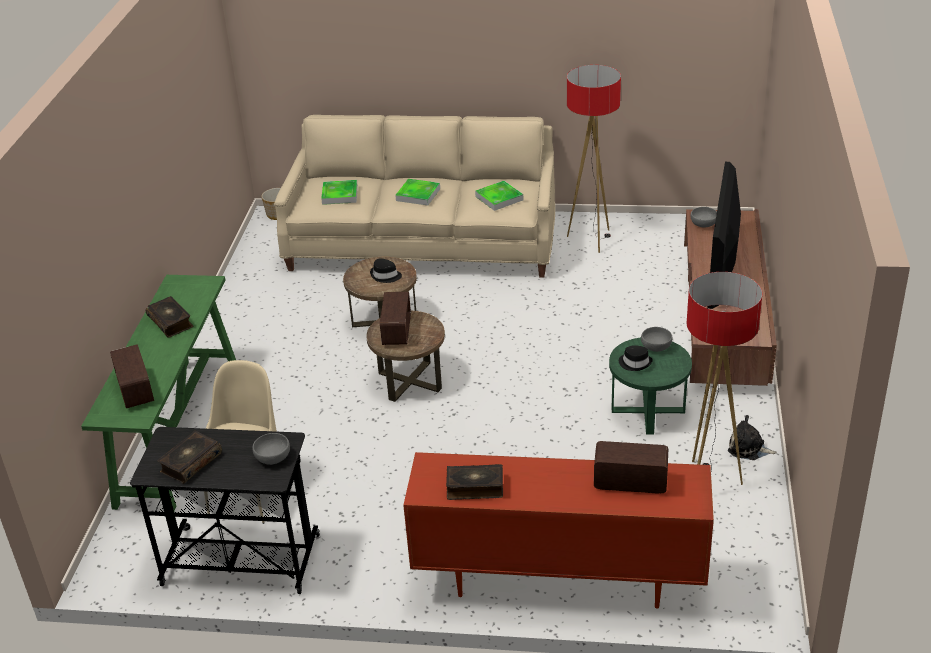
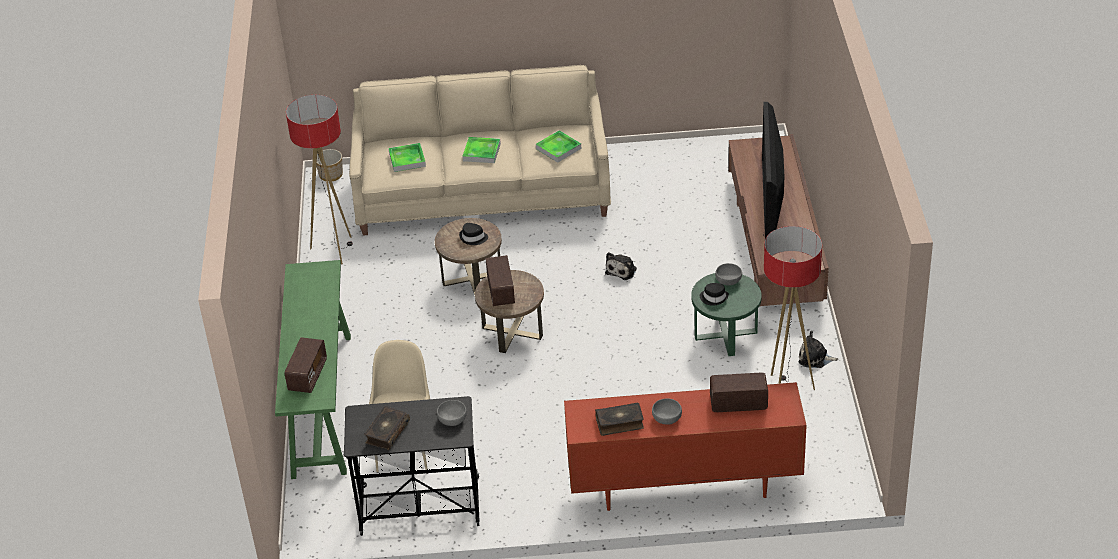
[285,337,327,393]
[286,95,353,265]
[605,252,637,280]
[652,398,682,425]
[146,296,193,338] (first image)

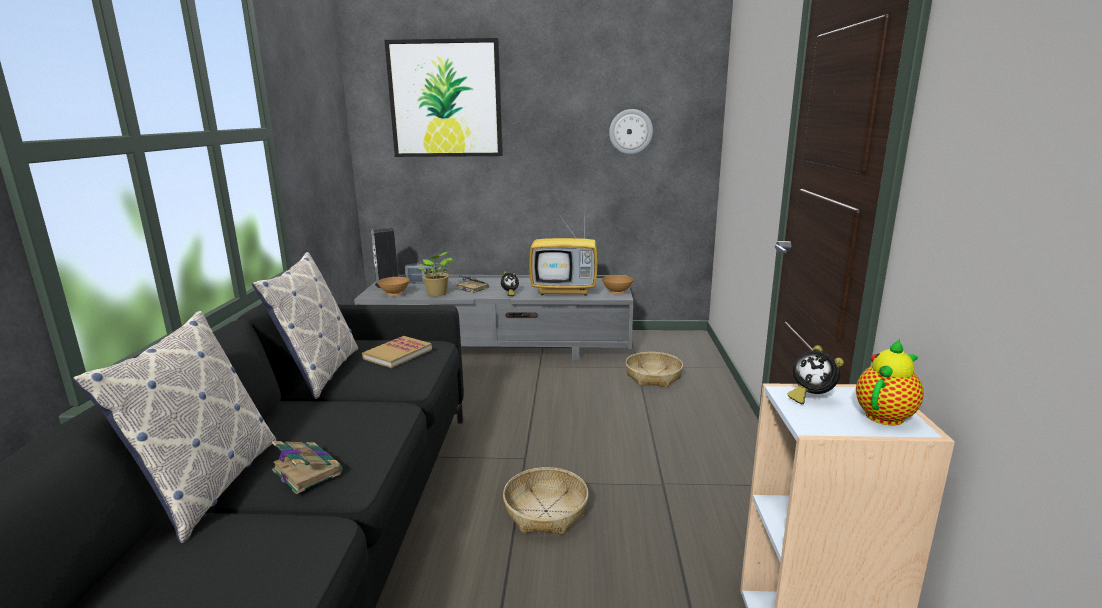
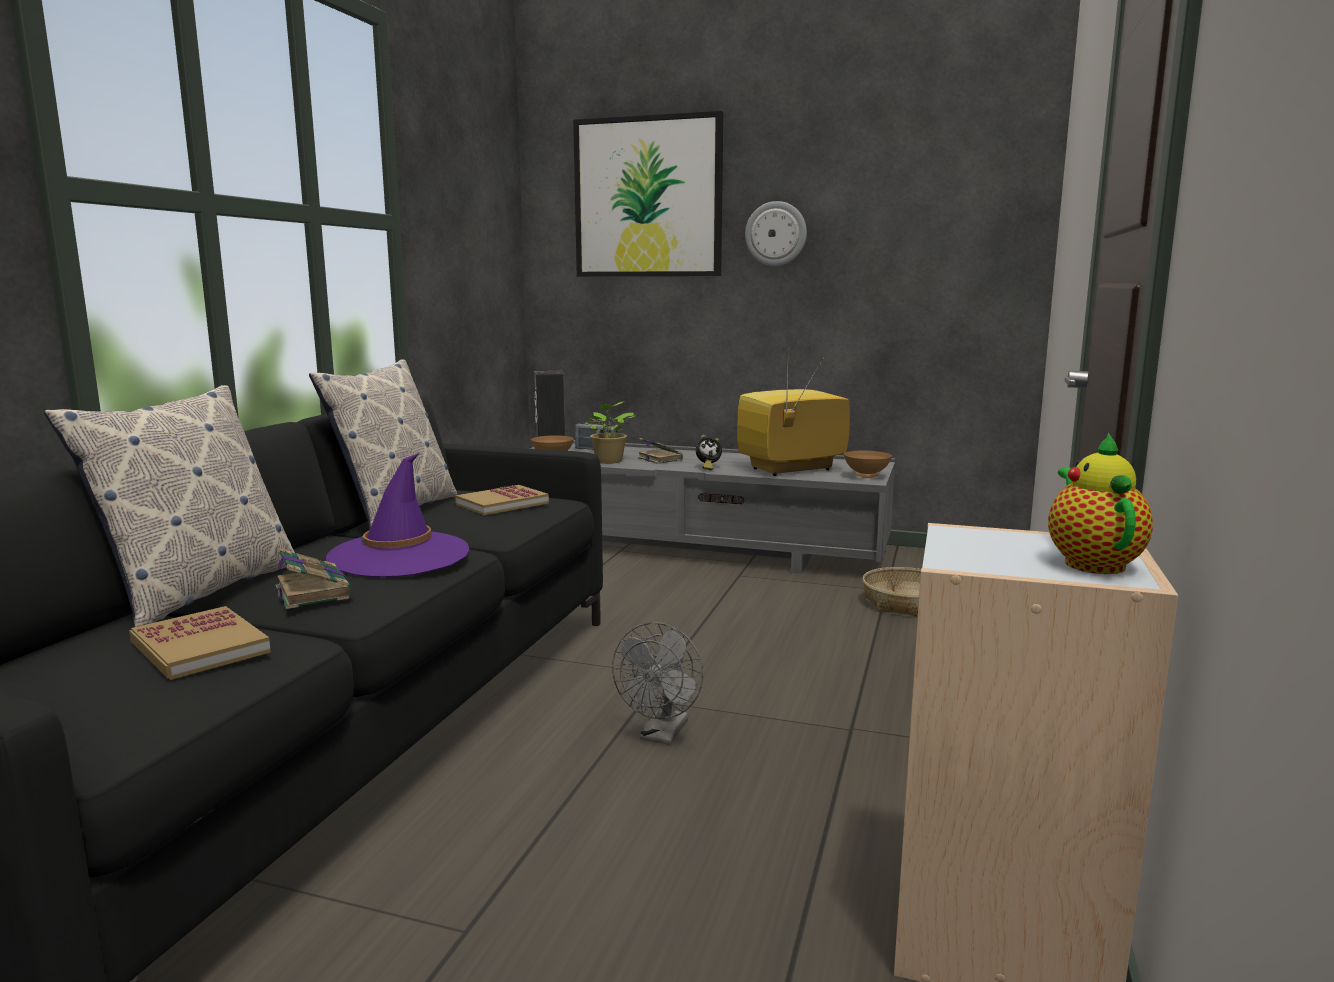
[129,606,271,680]
[326,453,469,577]
[612,622,704,745]
[737,344,850,476]
[745,201,807,266]
[1048,432,1153,574]
[788,345,844,404] (first image)

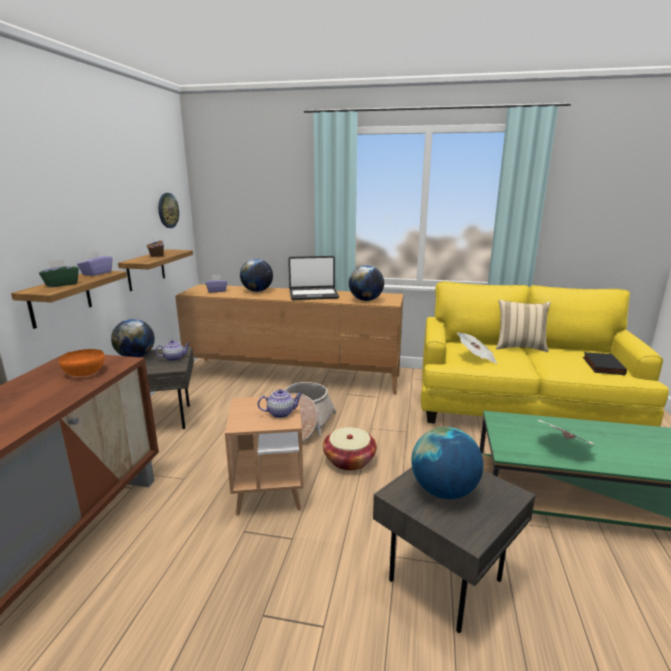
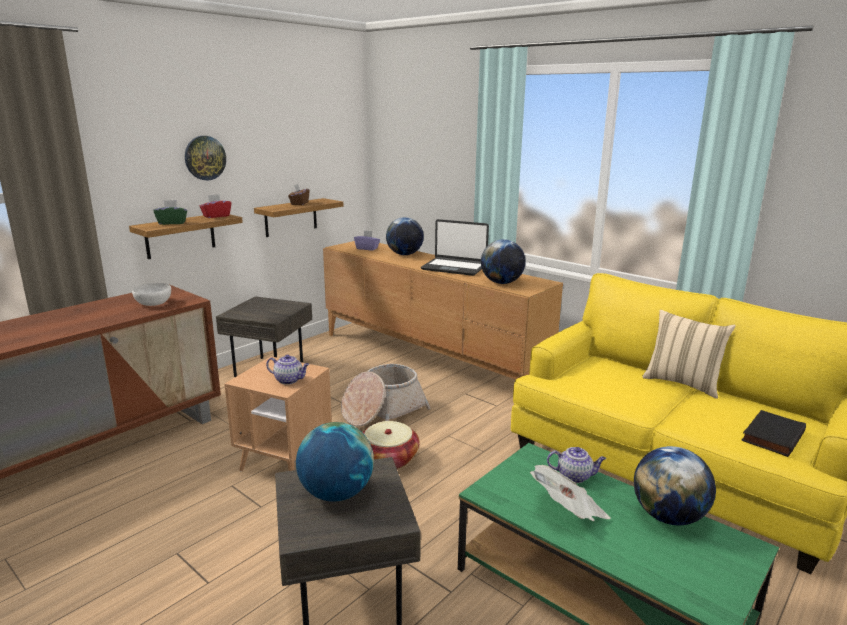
[132,283,171,306]
[185,136,226,181]
[200,194,231,218]
[547,447,606,483]
[634,446,716,525]
[457,332,497,363] (first image)

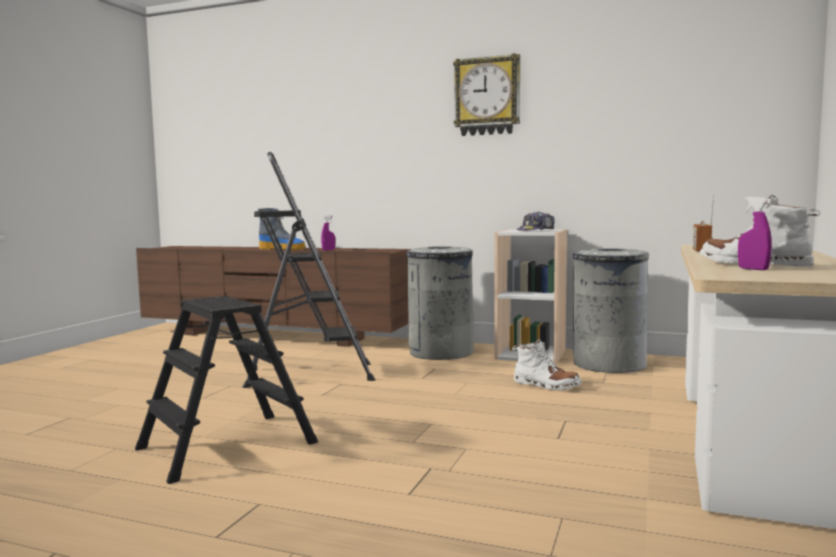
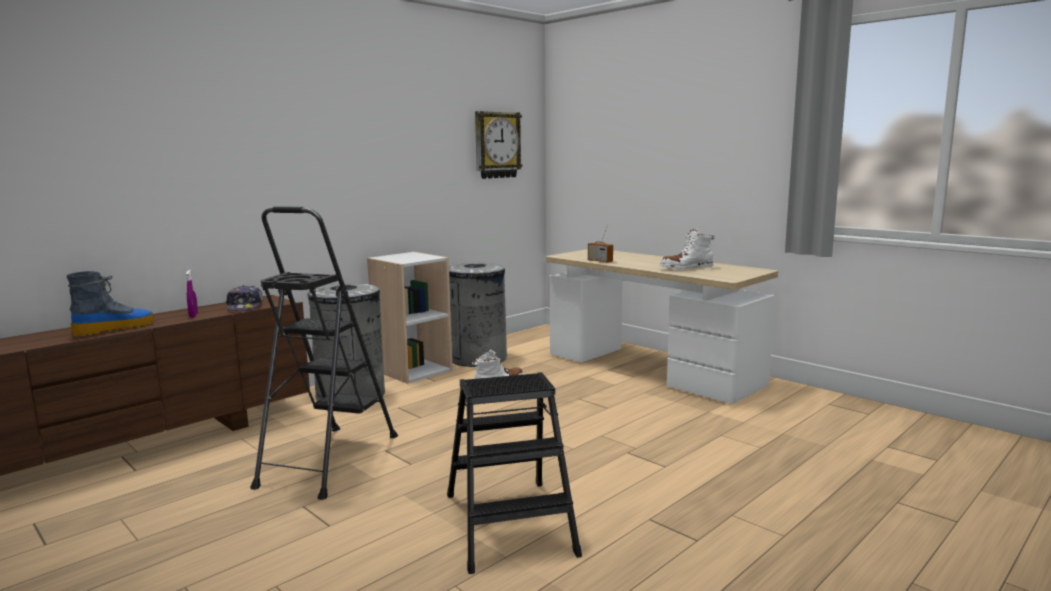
[226,285,263,311]
[475,111,523,179]
[738,197,772,270] (first image)

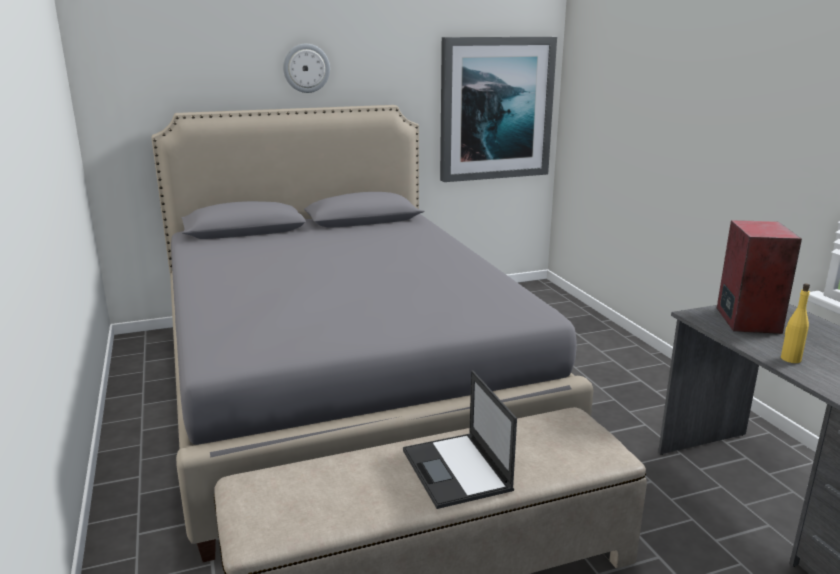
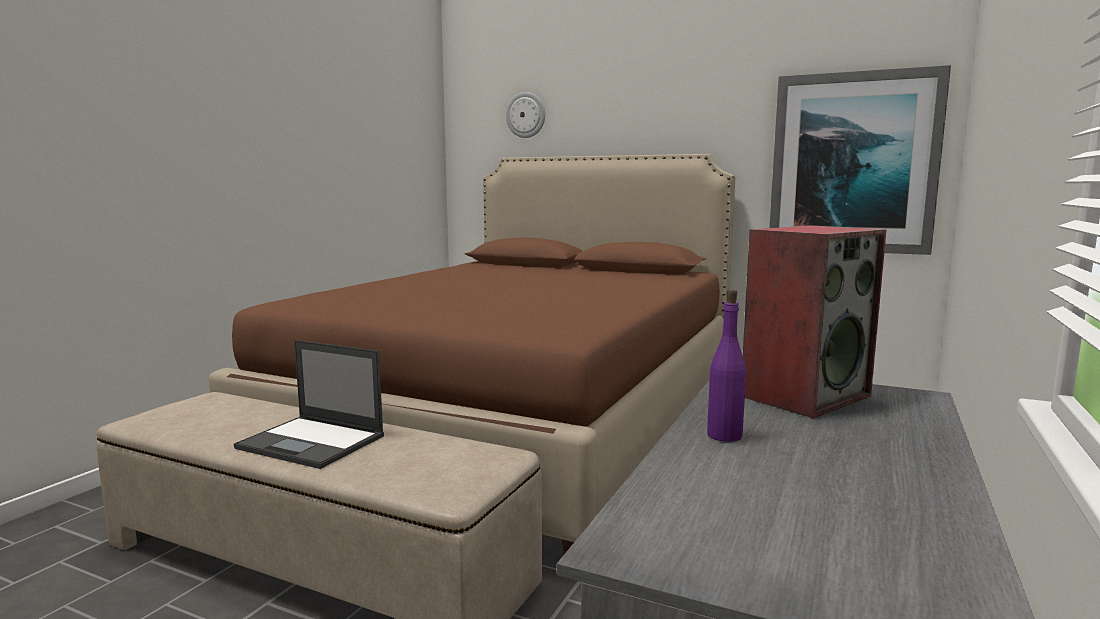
[209,154,735,554]
[234,340,384,469]
[506,92,545,138]
[707,290,746,442]

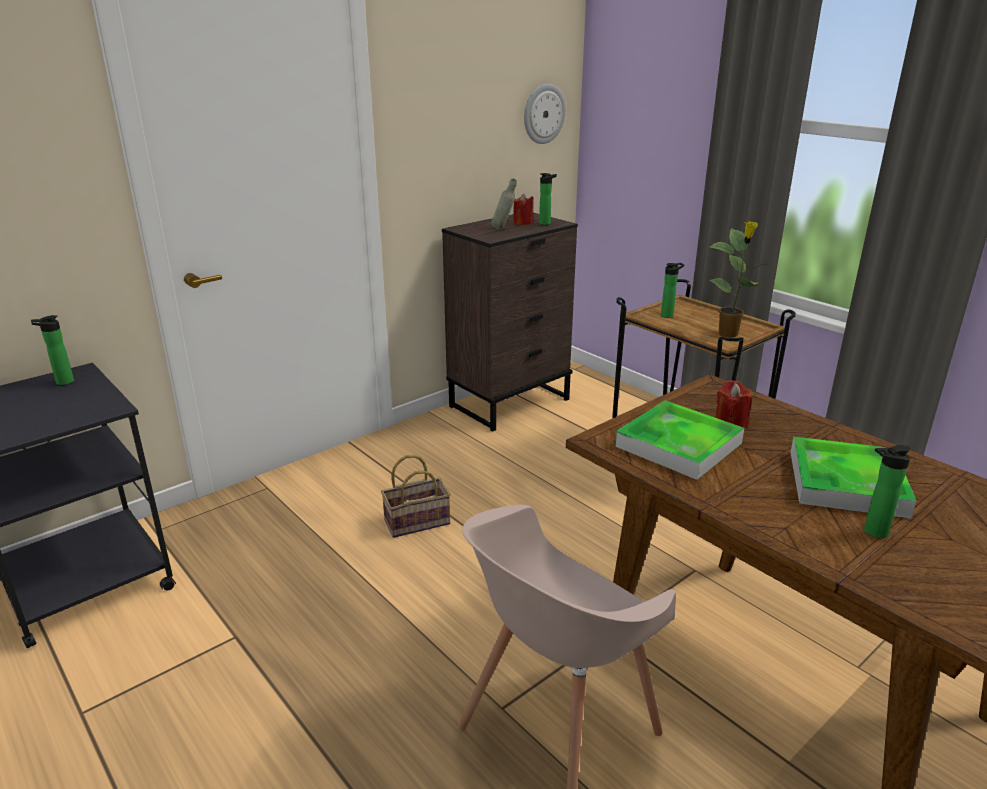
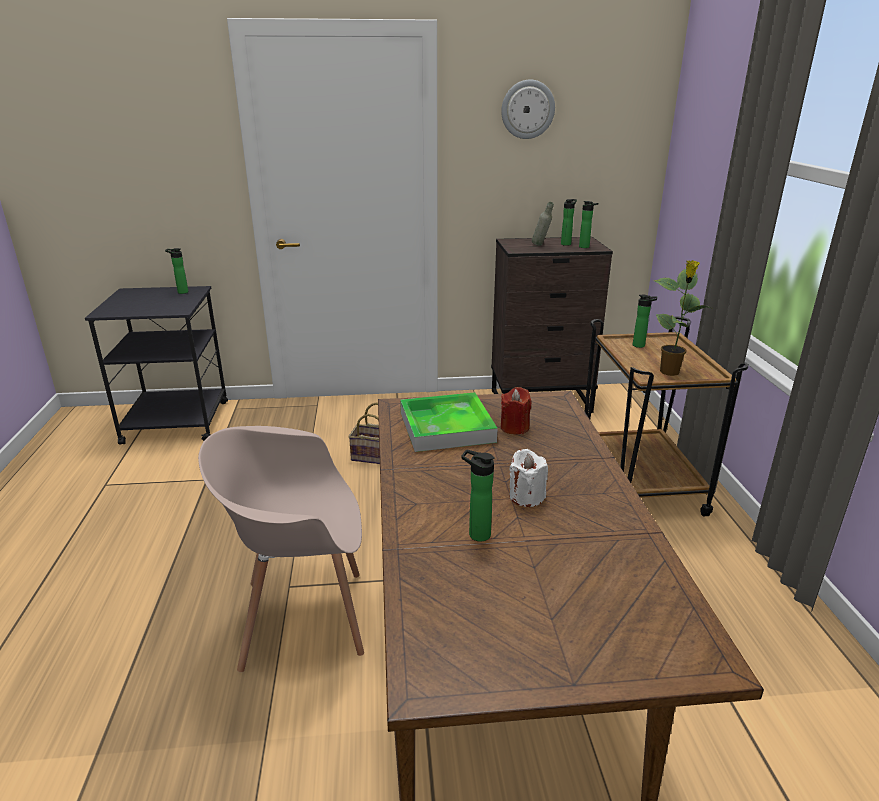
[501,80,555,139]
[509,449,548,507]
[561,199,577,246]

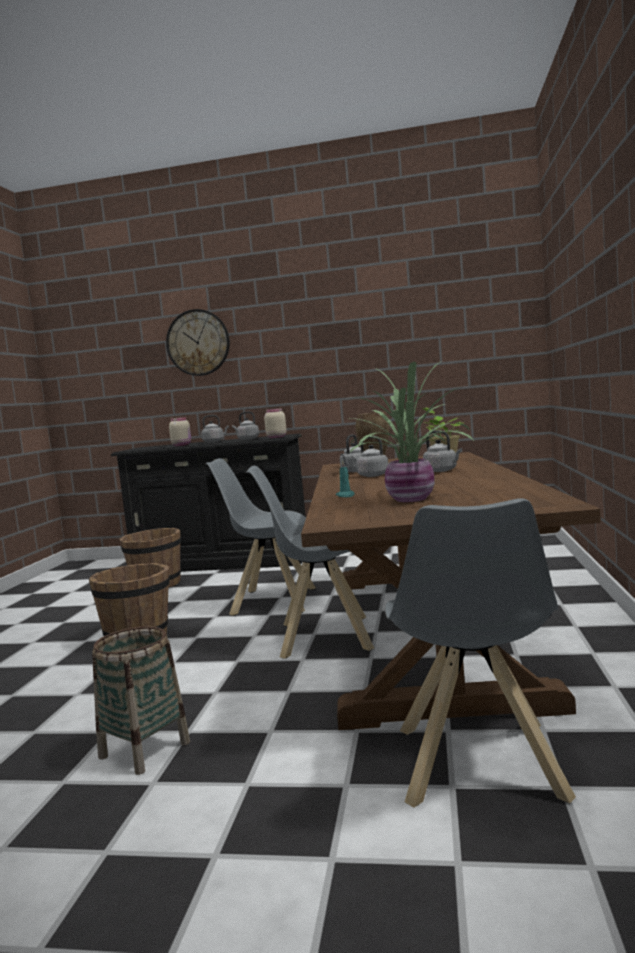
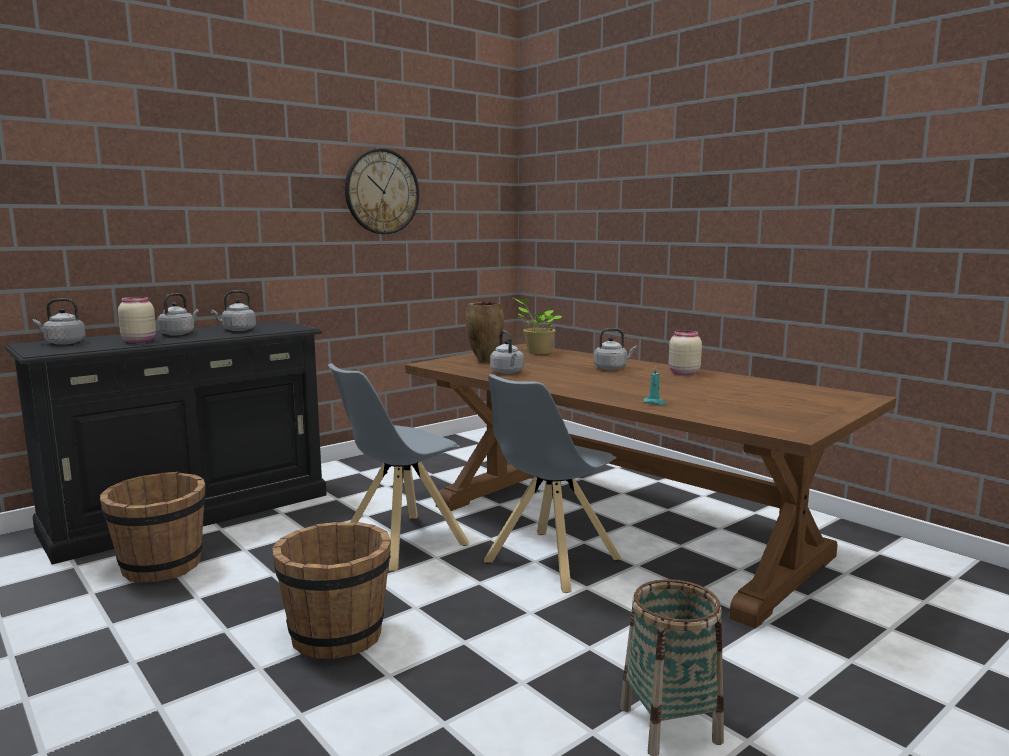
[33,299,86,345]
[345,149,419,234]
[669,330,702,375]
[348,362,473,502] (first image)
[385,498,576,808] (first image)

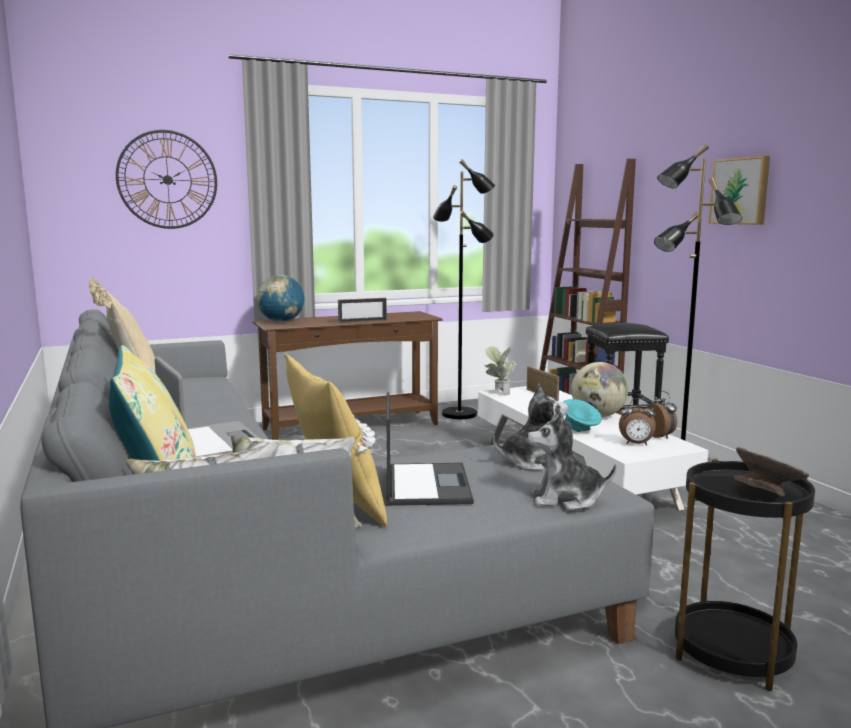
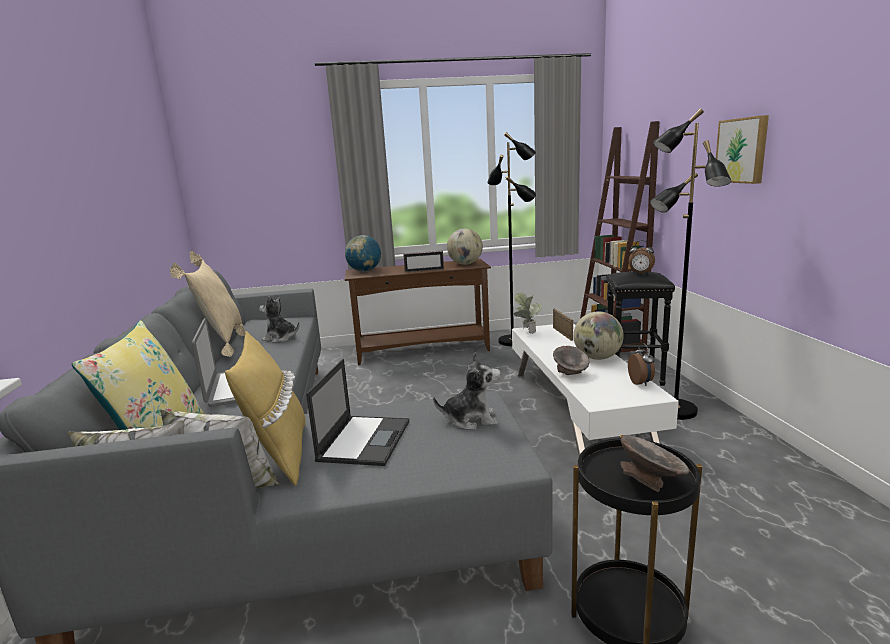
[259,296,299,343]
[447,229,483,265]
[553,346,590,375]
[629,240,655,274]
[116,130,217,229] (first image)

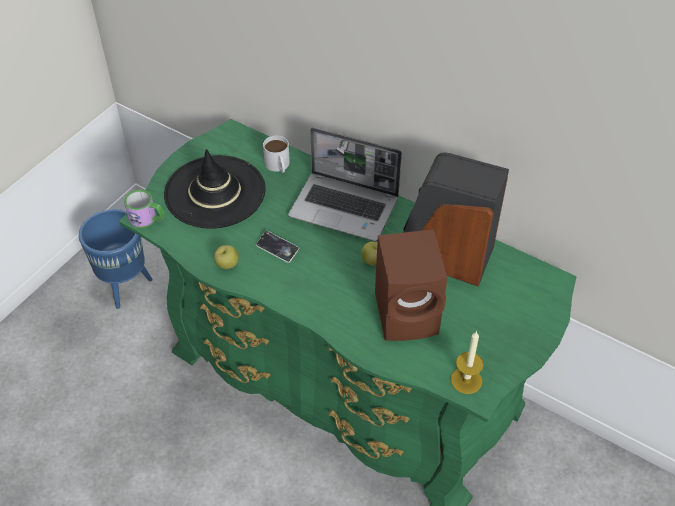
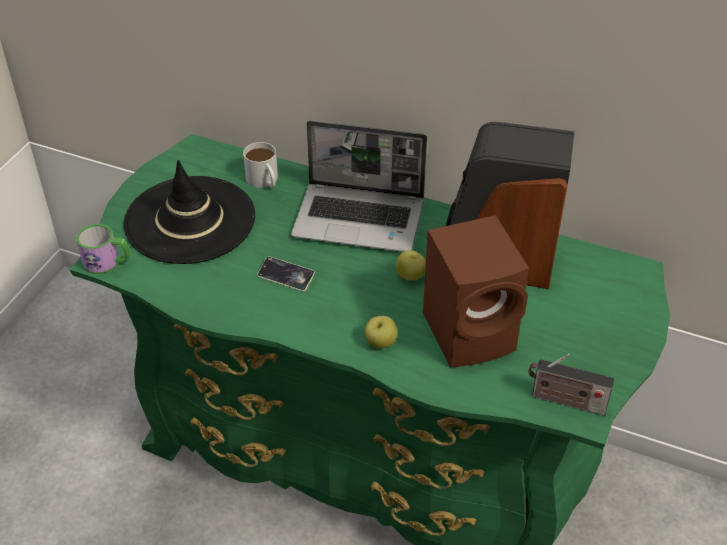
[365,316,397,348]
[528,354,614,416]
[79,209,153,309] (first image)

